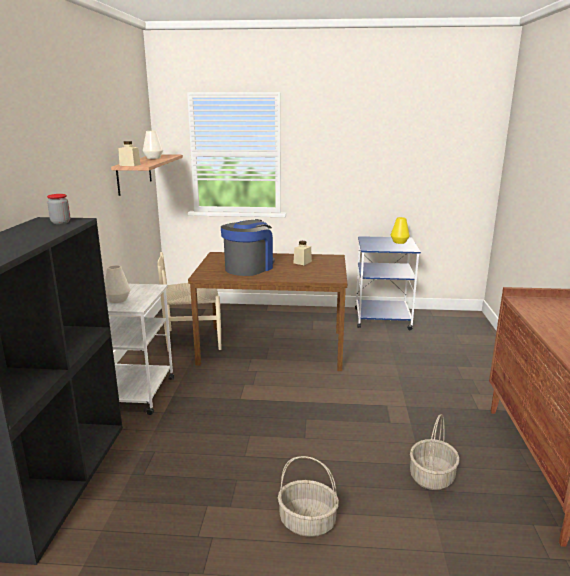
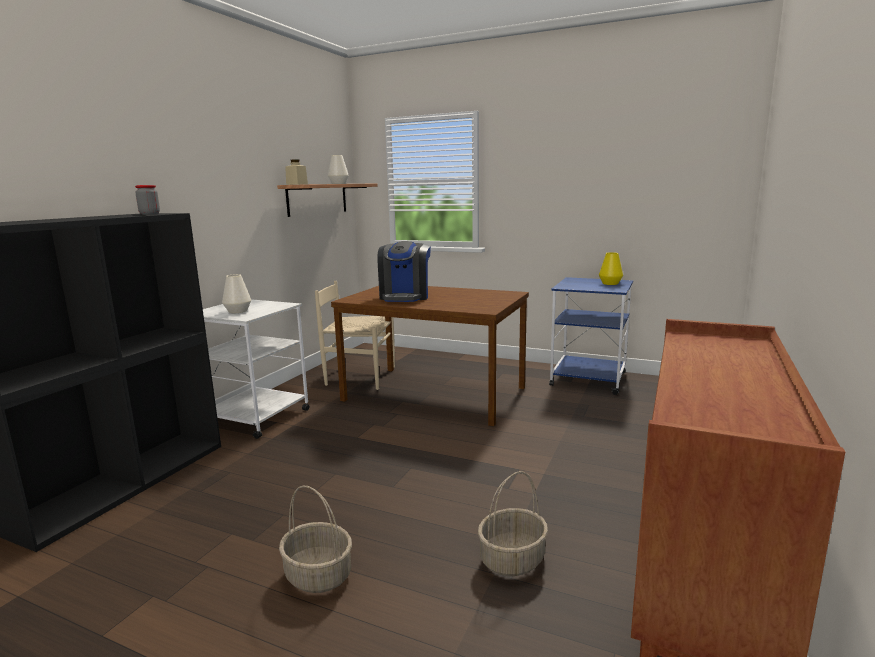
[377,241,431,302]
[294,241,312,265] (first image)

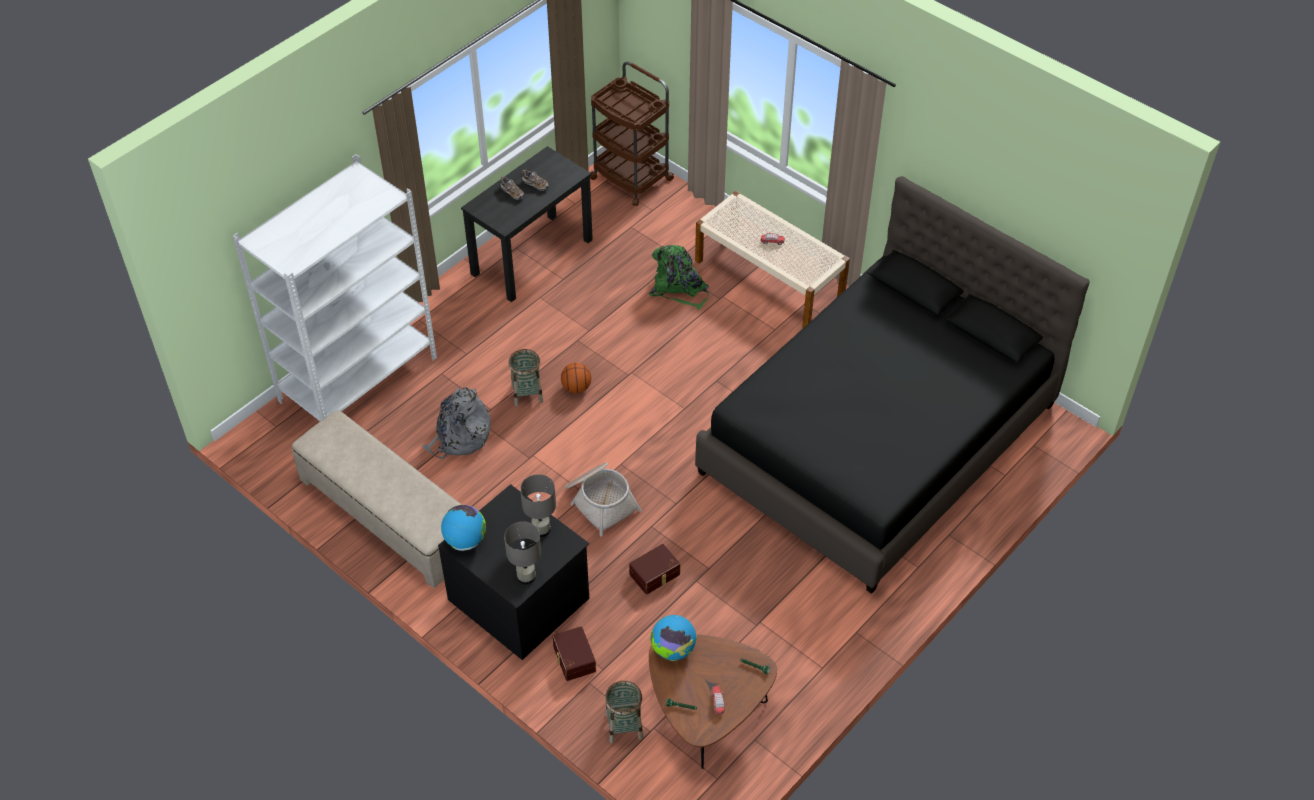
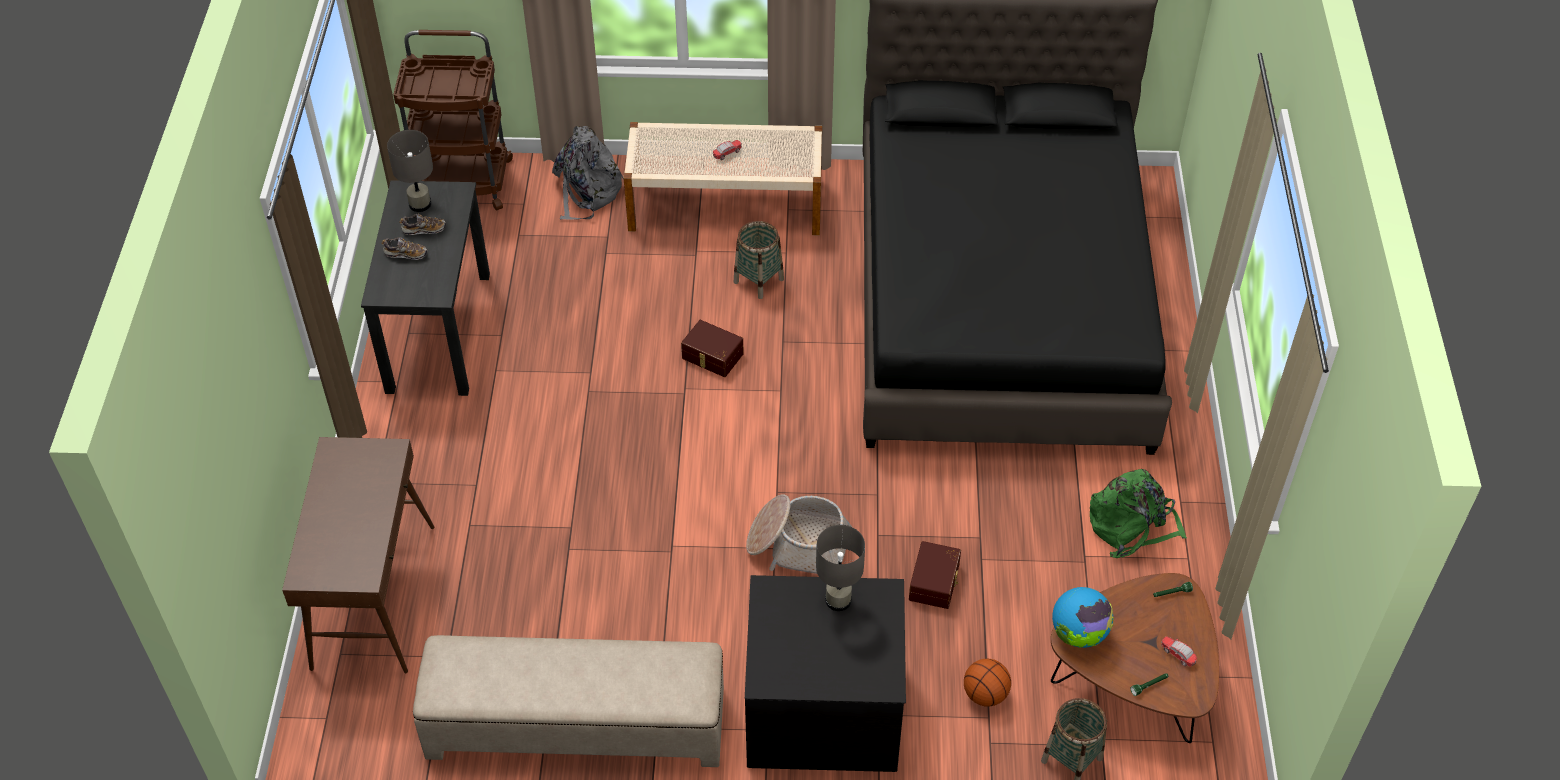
[282,437,435,673]
[387,130,433,212]
[552,126,624,220]
[681,320,744,377]
[734,221,784,299]
[964,659,1011,707]
[1090,469,1187,558]
[441,505,486,551] (first image)

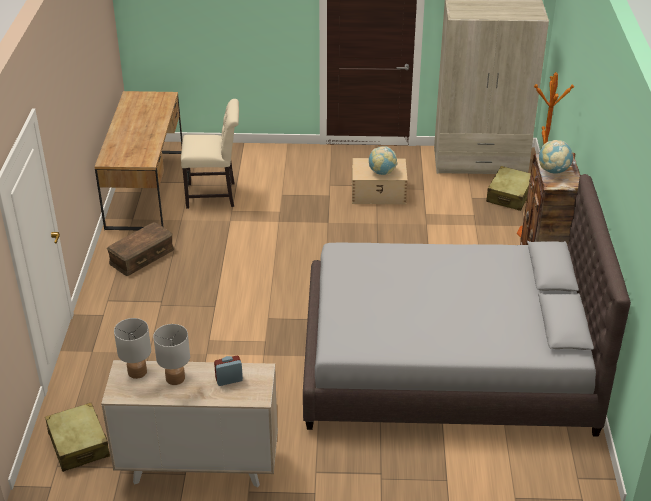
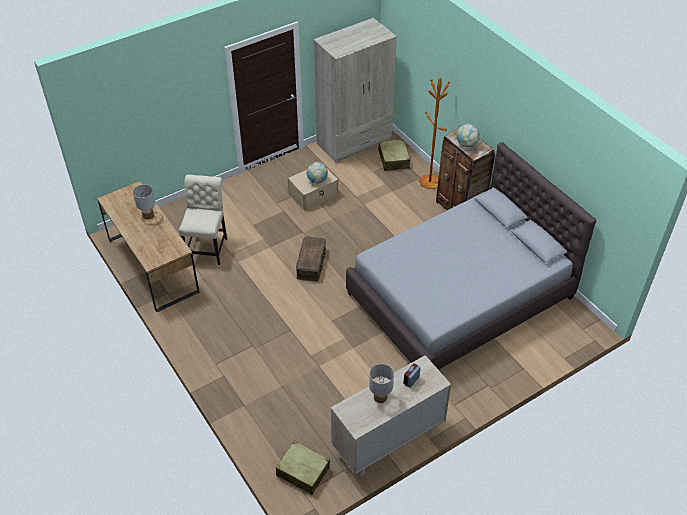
[133,184,156,219]
[179,175,227,265]
[296,236,326,282]

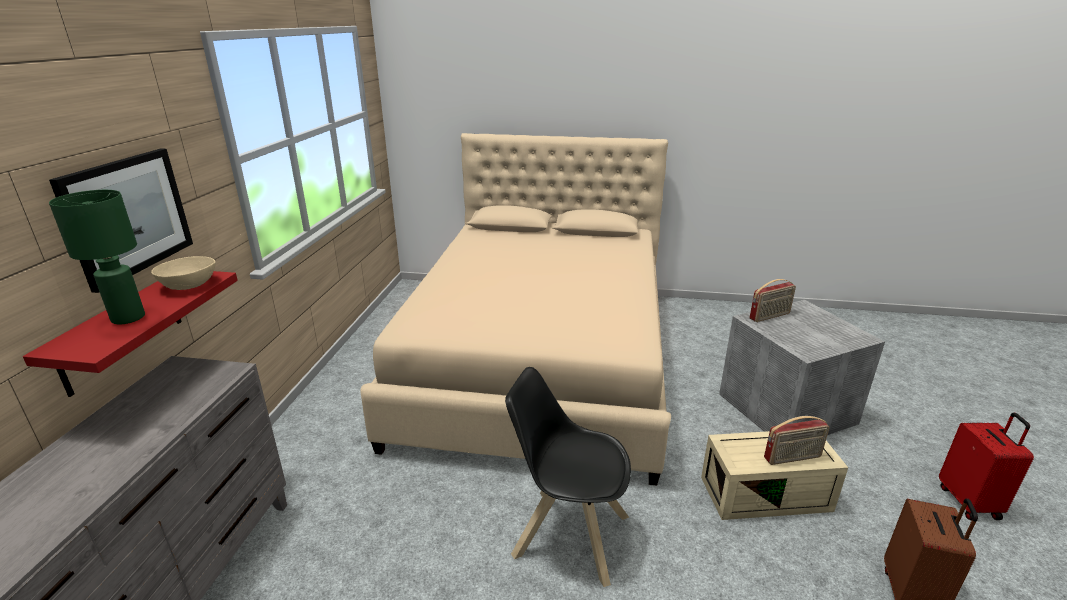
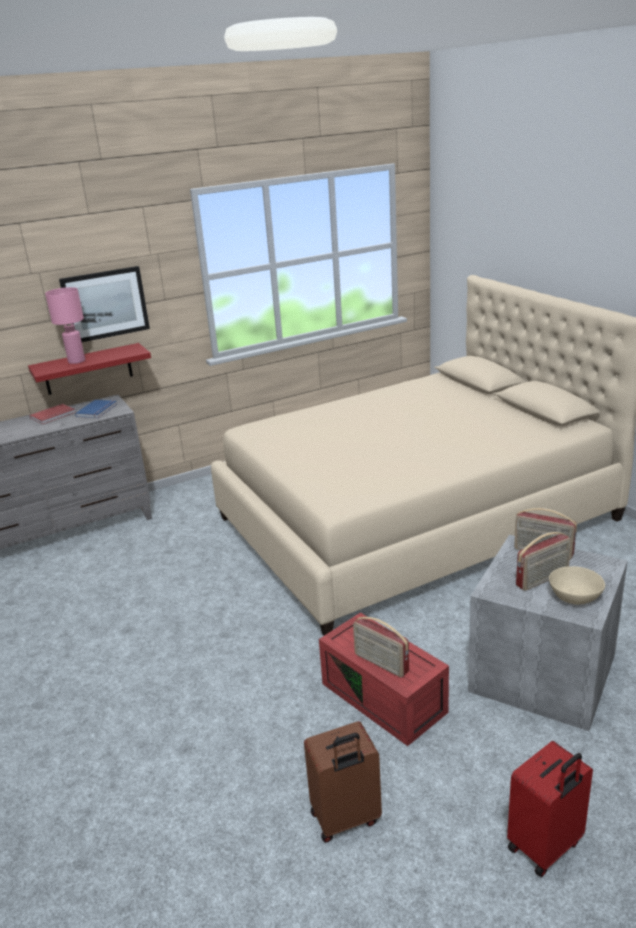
[30,404,76,424]
[45,287,85,364]
[75,400,117,418]
[319,612,449,746]
[516,532,571,591]
[549,566,605,605]
[505,367,631,587] (first image)

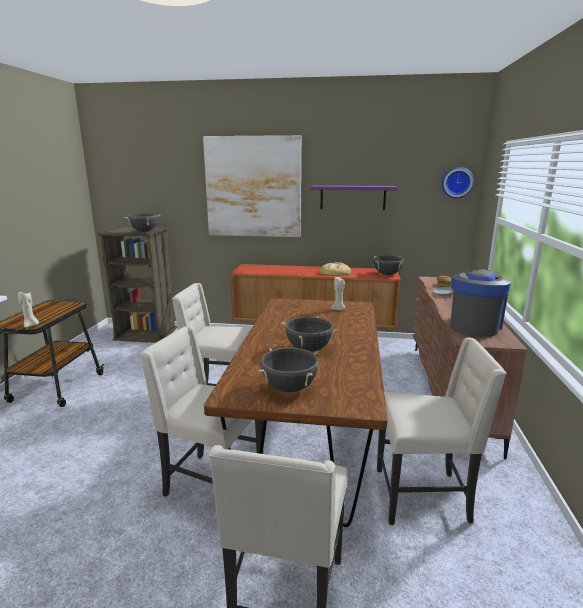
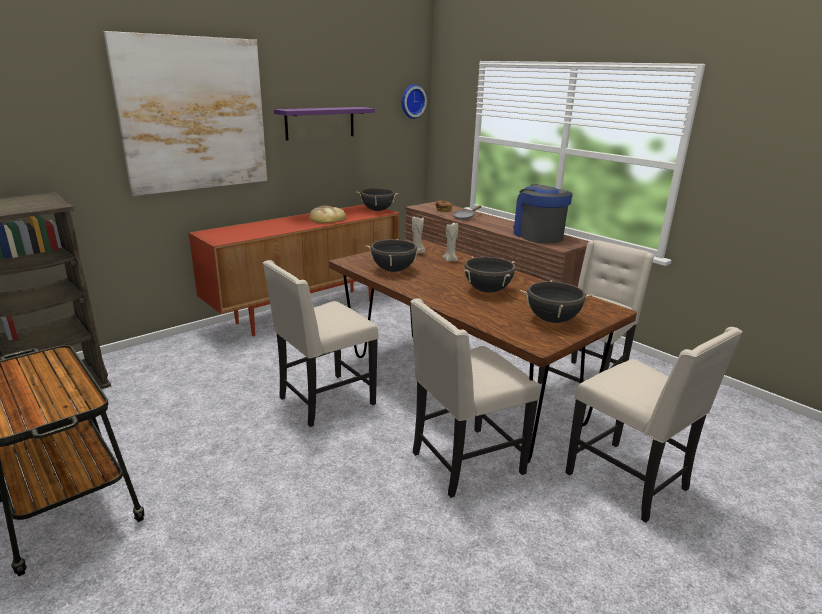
[365,239,423,272]
[442,223,458,262]

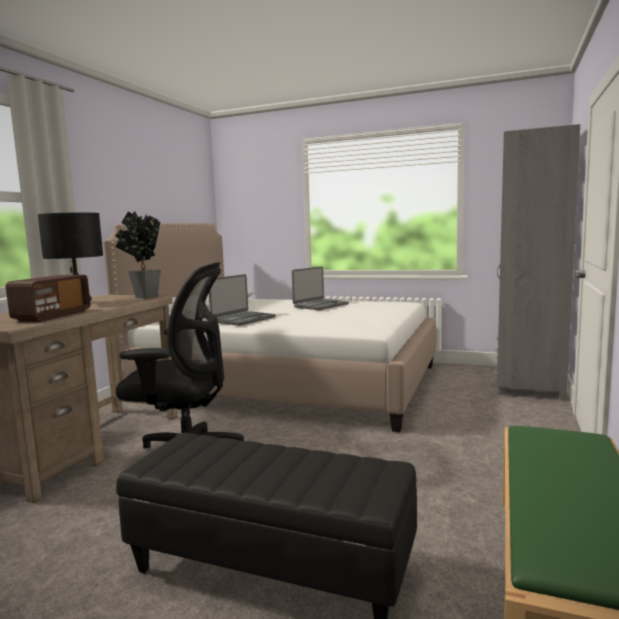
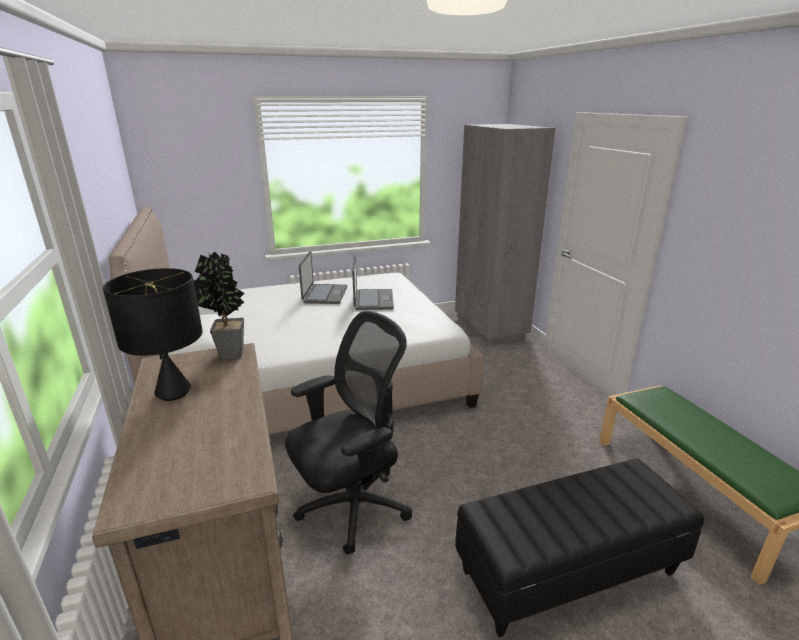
[352,256,394,310]
[6,275,90,322] (first image)

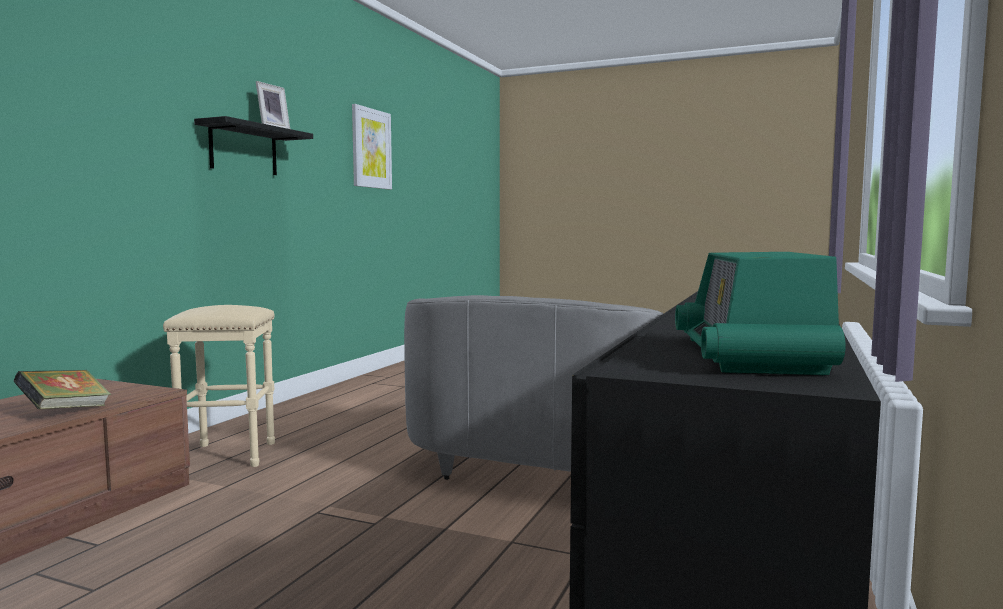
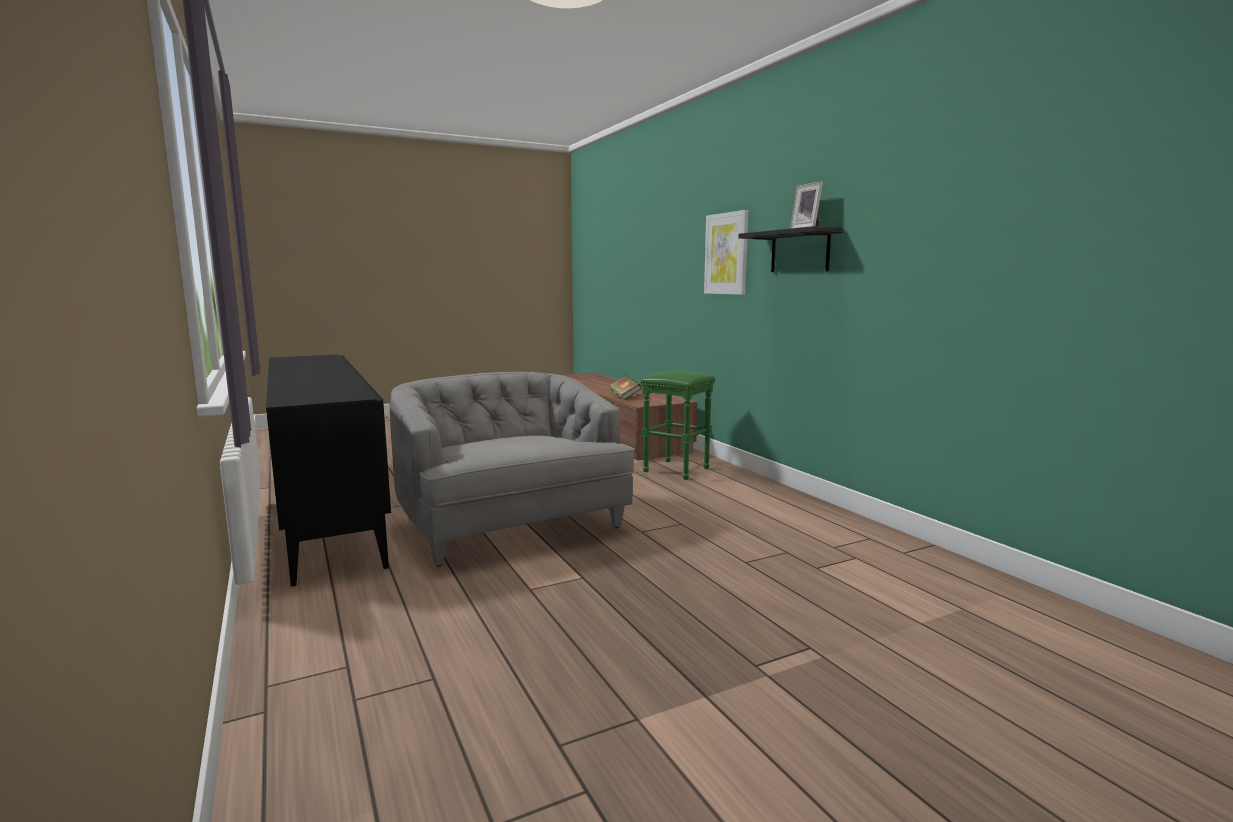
[641,371,715,480]
[704,210,748,295]
[675,252,846,375] (first image)

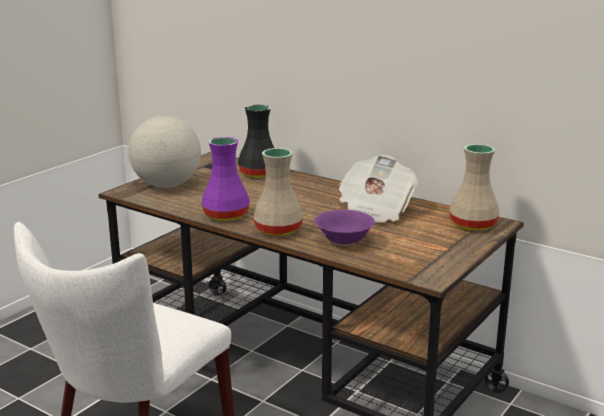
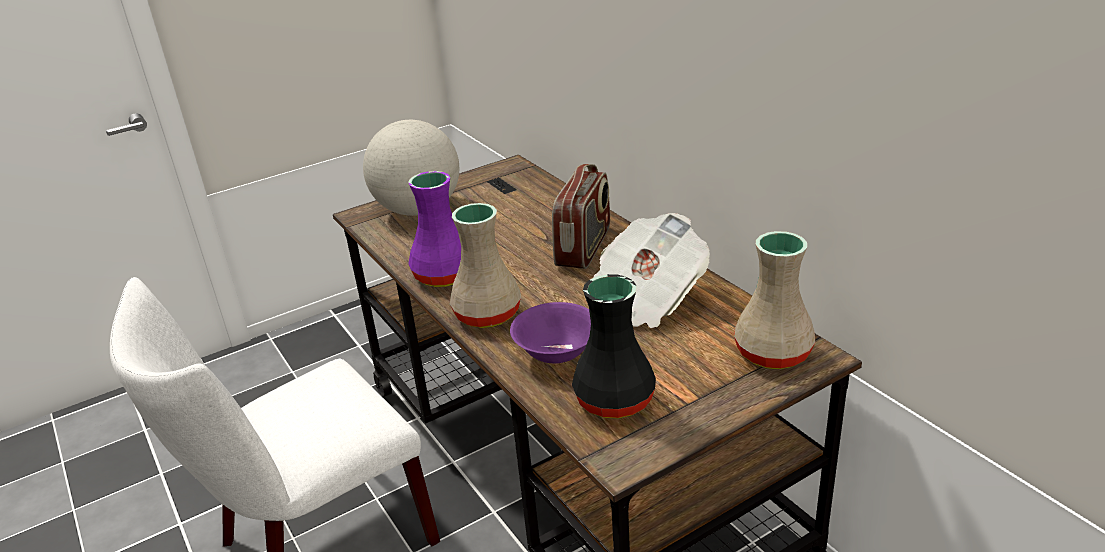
[552,164,610,269]
[572,274,656,419]

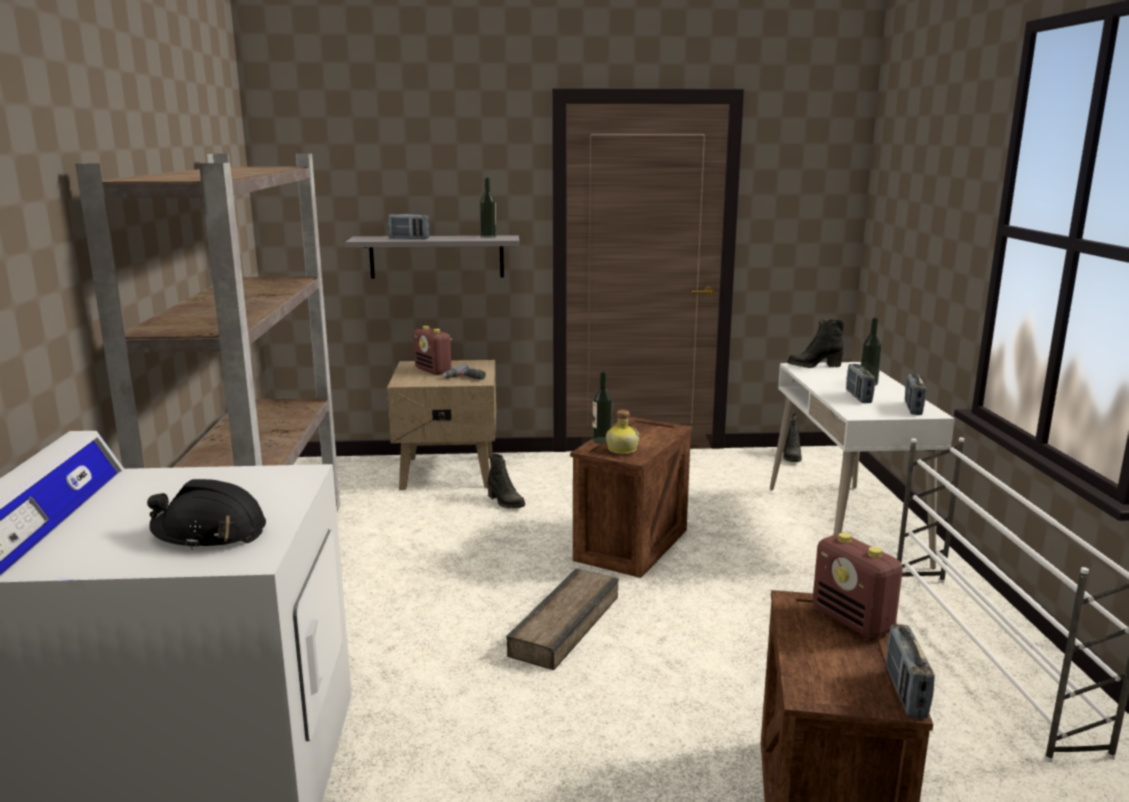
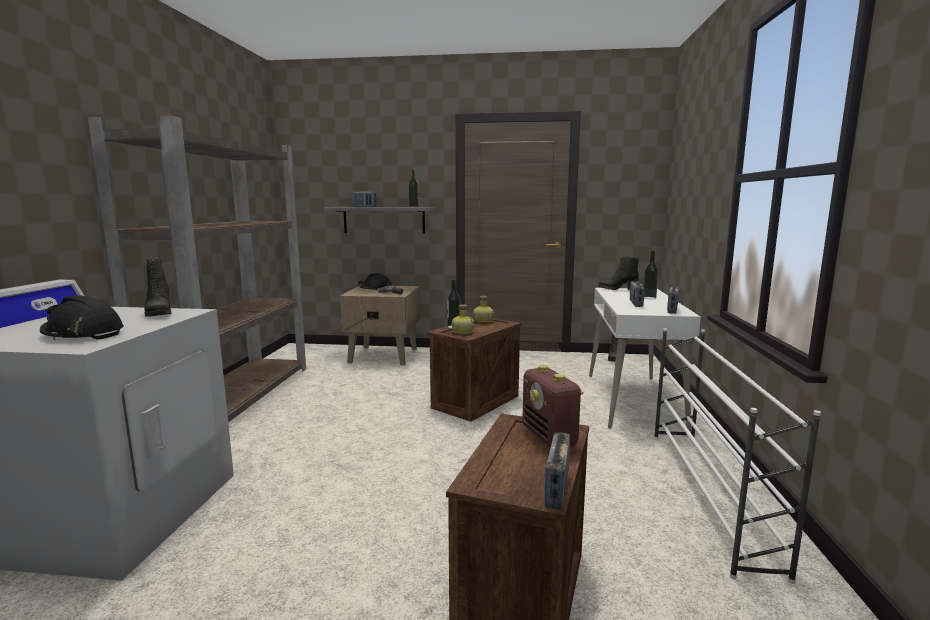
[144,258,172,317]
[358,273,392,290]
[473,296,494,322]
[506,568,619,670] (first image)

